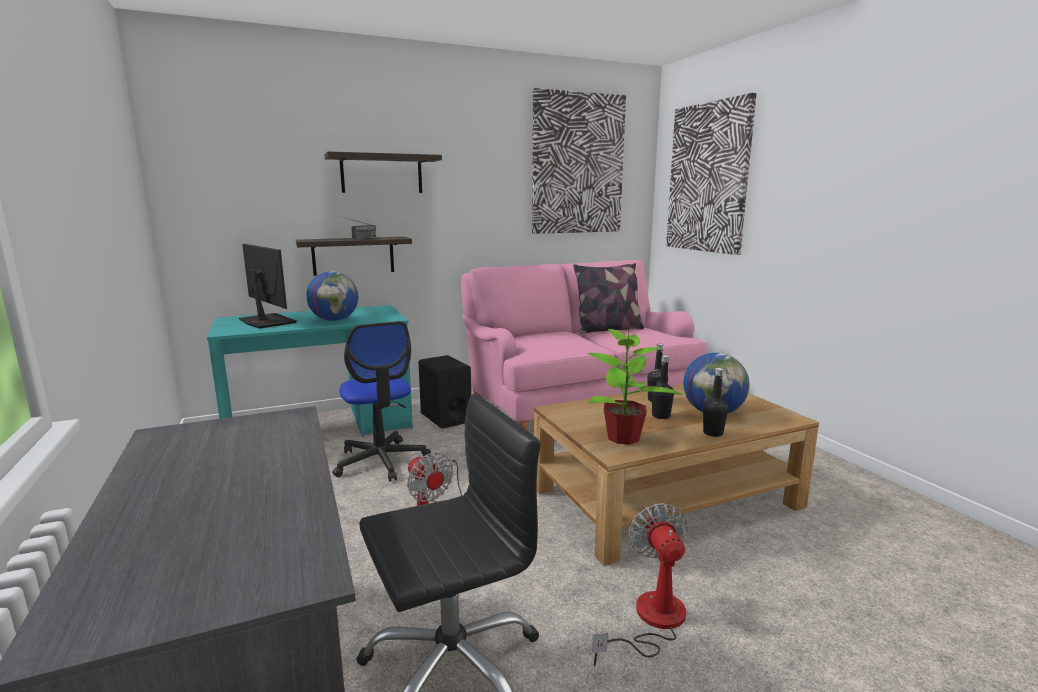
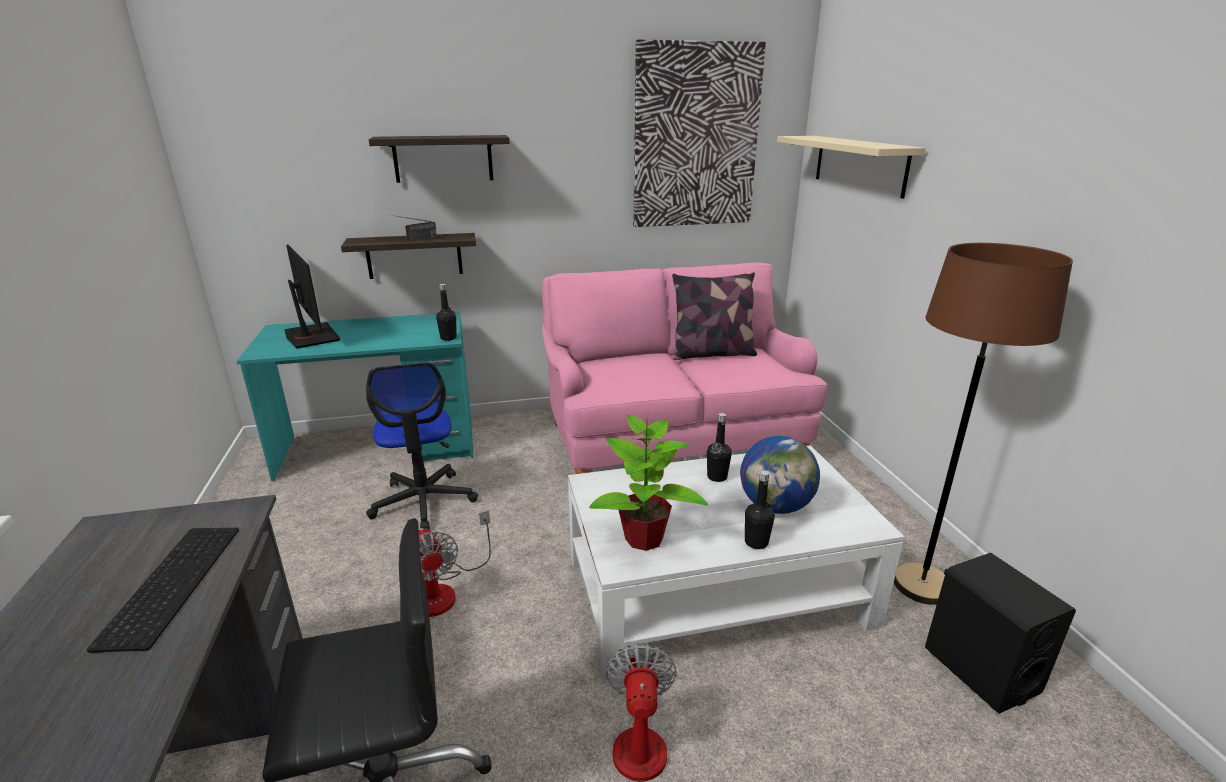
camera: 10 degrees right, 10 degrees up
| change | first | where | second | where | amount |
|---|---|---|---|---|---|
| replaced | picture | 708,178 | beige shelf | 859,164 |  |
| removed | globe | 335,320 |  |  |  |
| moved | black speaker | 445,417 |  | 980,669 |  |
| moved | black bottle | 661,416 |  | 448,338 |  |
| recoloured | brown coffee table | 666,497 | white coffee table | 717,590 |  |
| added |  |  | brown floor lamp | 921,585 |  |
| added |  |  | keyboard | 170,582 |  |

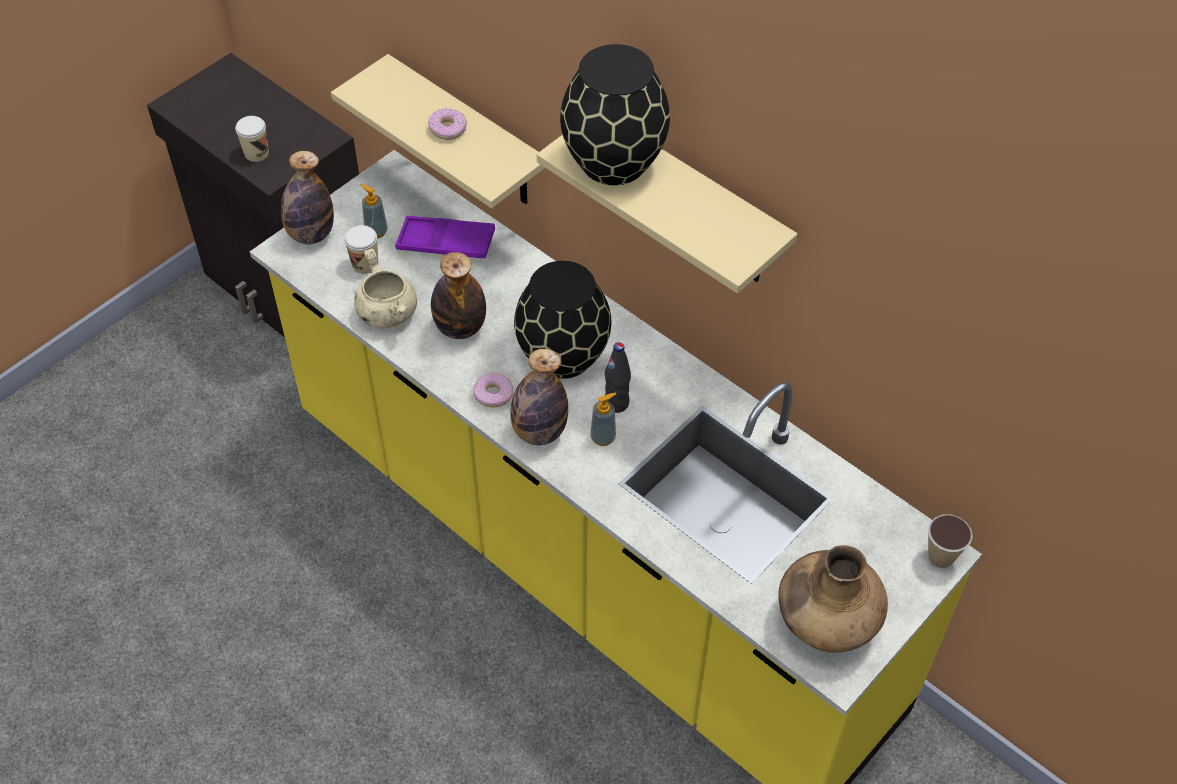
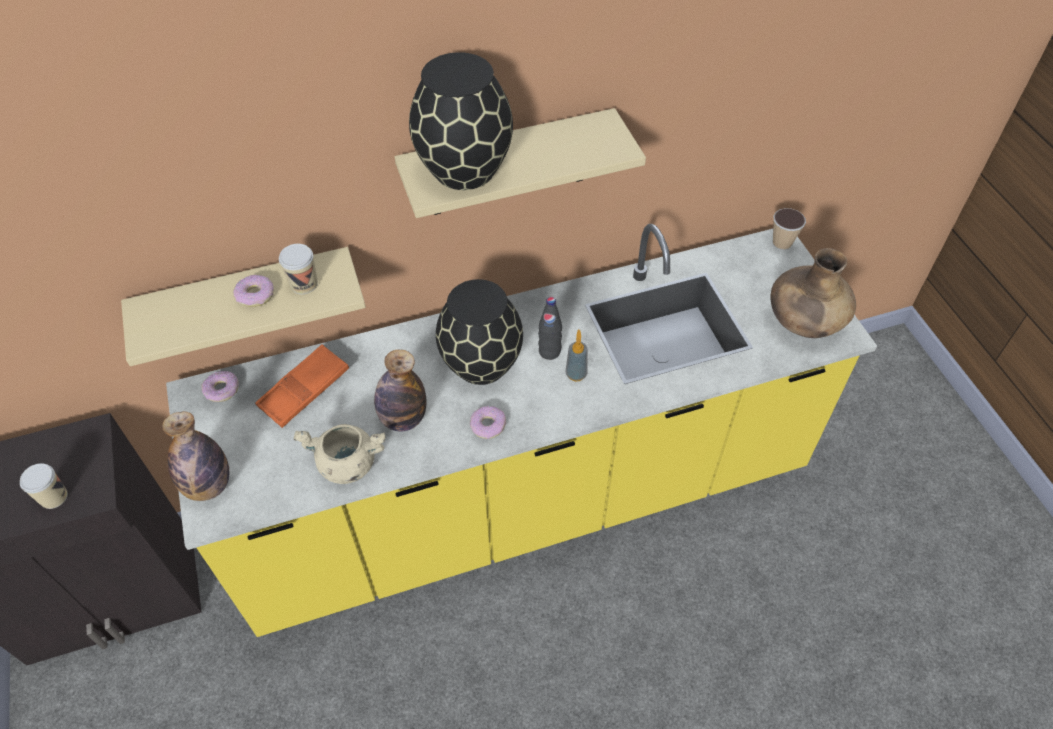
camera: 60 degrees left, 0 degrees up
| change | first | where | second | where | amount |
|---|---|---|---|---|---|
| removed | soap dispenser | 376,231 |  |  |  |
| recoloured | purple tray | 446,242 | orange tray | 304,390 |  |
| moved | cup | 365,264 |  | 304,284 |  |
| removed | bottle | 539,432 |  |  |  |
| added |  |  | donut | 222,390 |  |

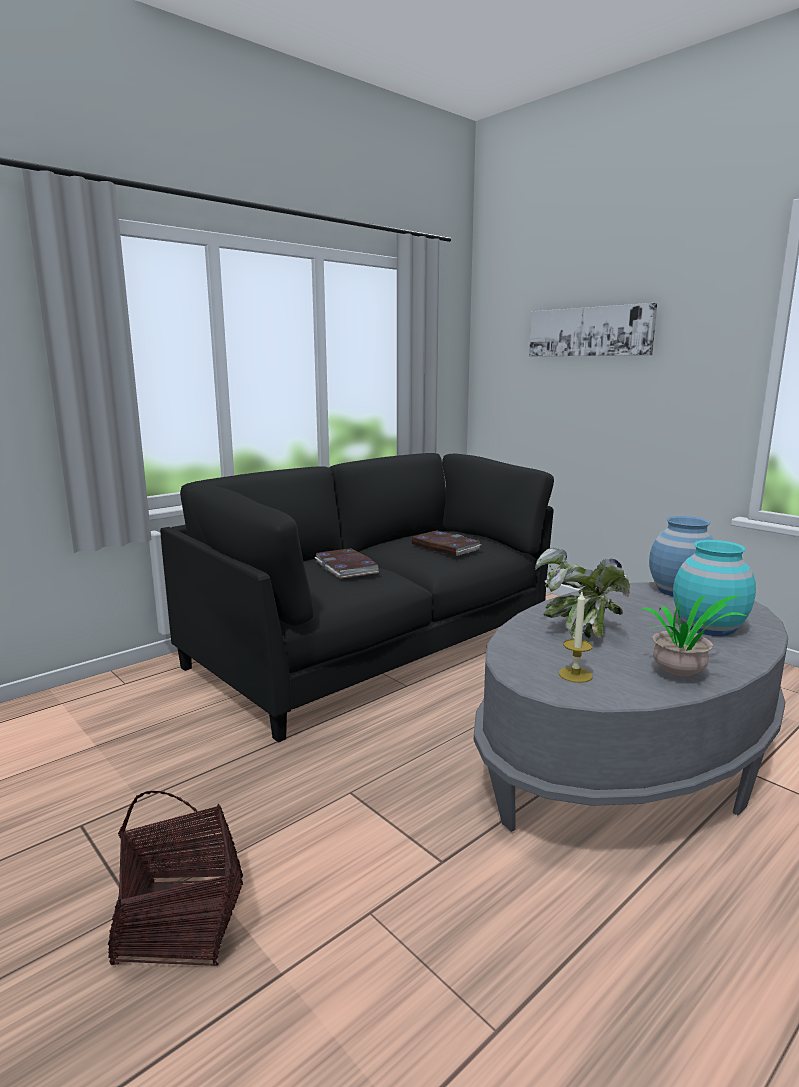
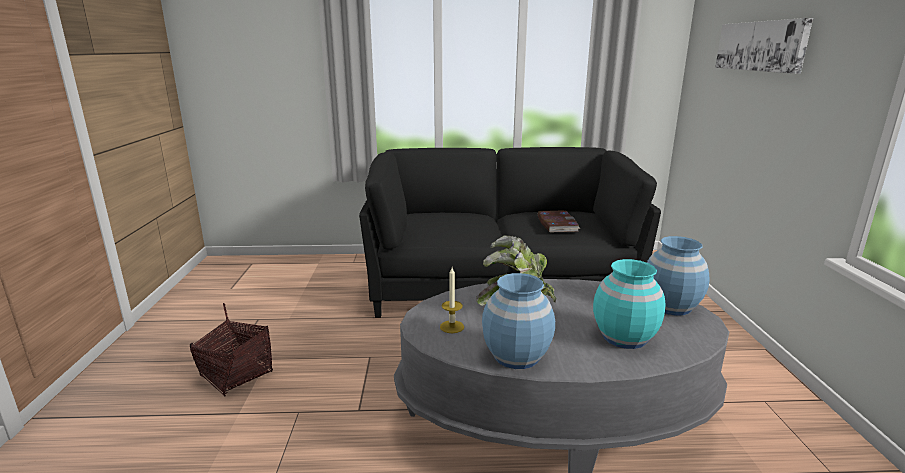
camera: 40 degrees right, 5 degrees up
| change | first | where | second | where | amount |
|---|---|---|---|---|---|
| removed | book | 346,567 |  |  |  |
| replaced | potted plant | 682,676 | blue vase | 516,356 |  |

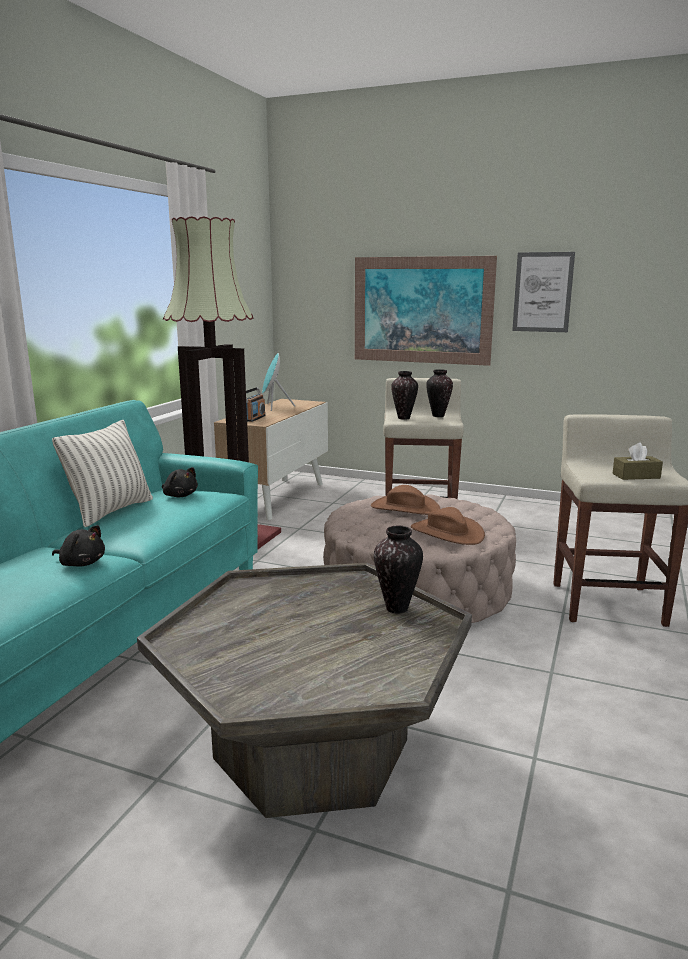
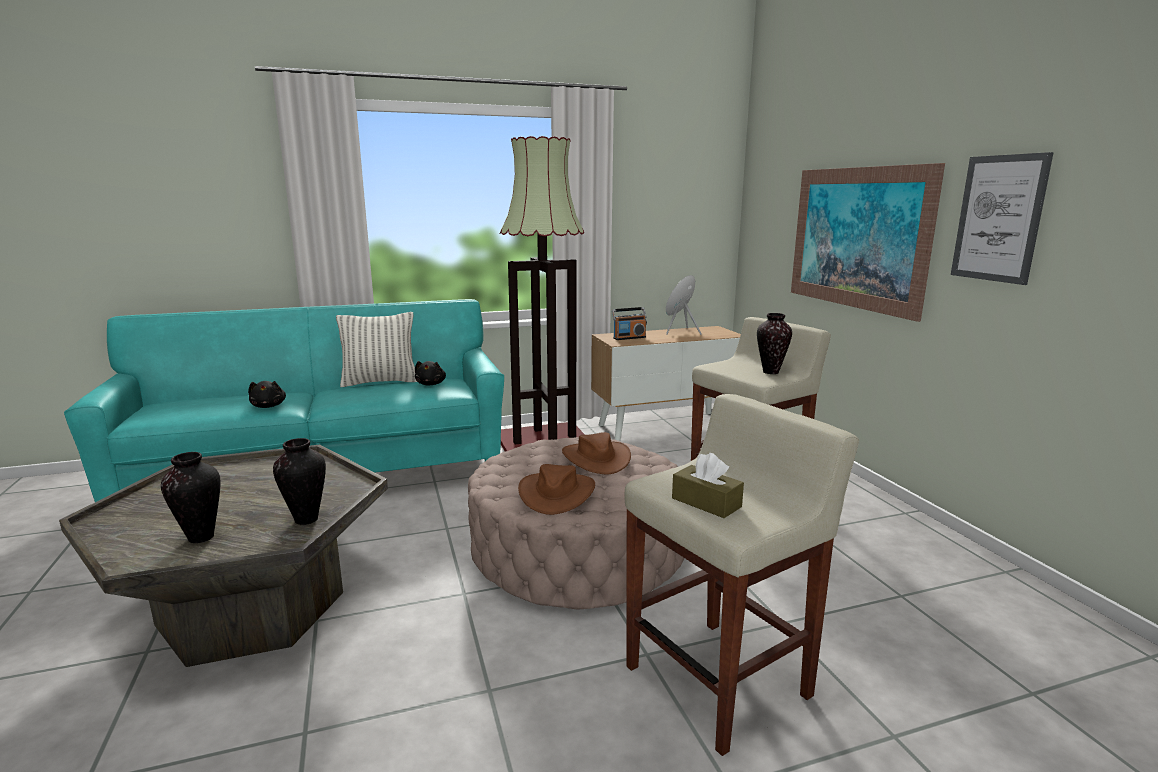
camera: 50 degrees right, 0 degrees up
| change | first | where | second | where | amount |
|---|---|---|---|---|---|
| moved | vase | 404,418 |  | 201,538 |  |

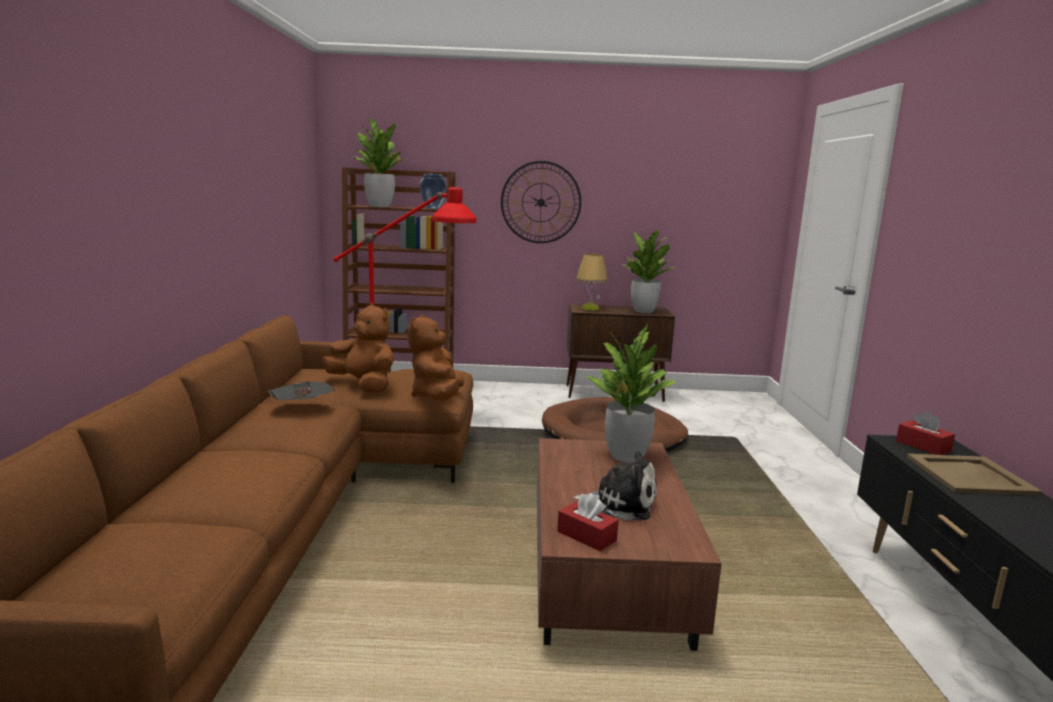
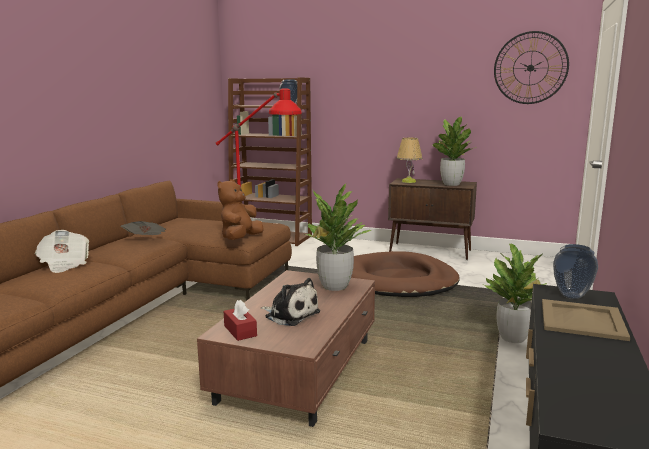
camera: 20 degrees right, 0 degrees up
| change | first | where | second | where | amount |
|---|---|---|---|---|---|
| moved | potted plant | 380,206 |  | 513,338 |  |
| moved | wall clock | 541,202 |  | 530,68 |  |
| removed | brown plush toy | 363,386 |  |  |  |
| replaced | red tissue box | 923,446 | vase | 572,296 |  |
| added |  |  | newspaper | 64,264 |  |

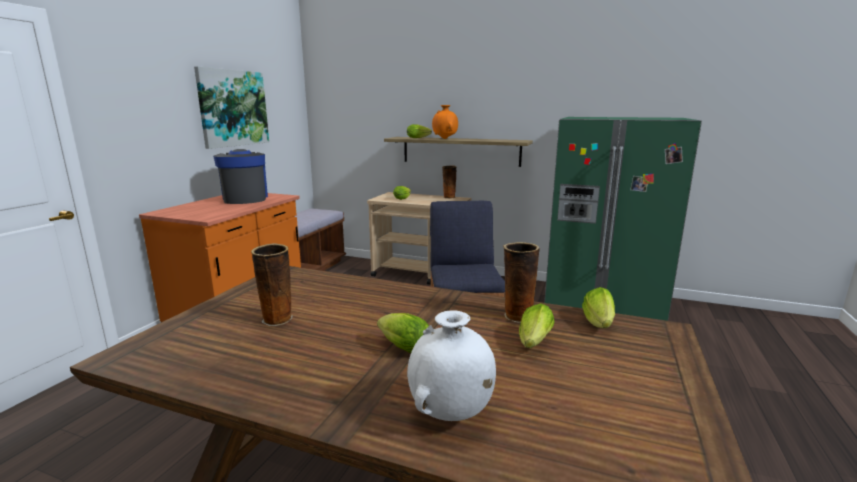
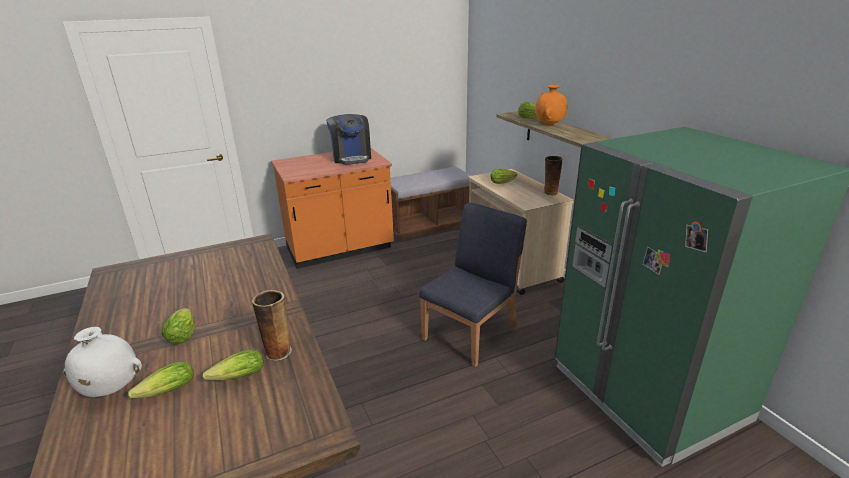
camera: 45 degrees right, 10 degrees up
| change | first | where | second | where | amount |
|---|---|---|---|---|---|
| removed | picture | 233,108 |  |  |  |
| turned | coffee machine | 245,198 |  | 351,158 | 135 degrees clockwise |
| removed | vase | 277,320 |  |  |  |
| moved | lettuce | 598,324 |  | 164,393 |  |

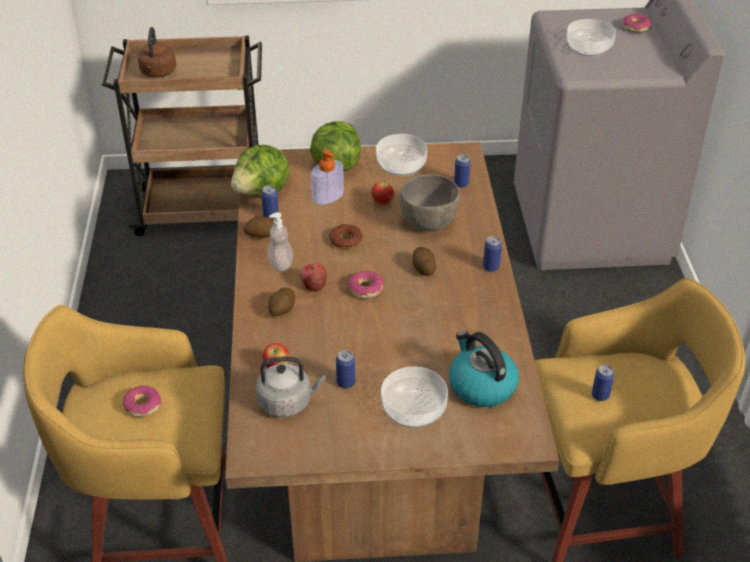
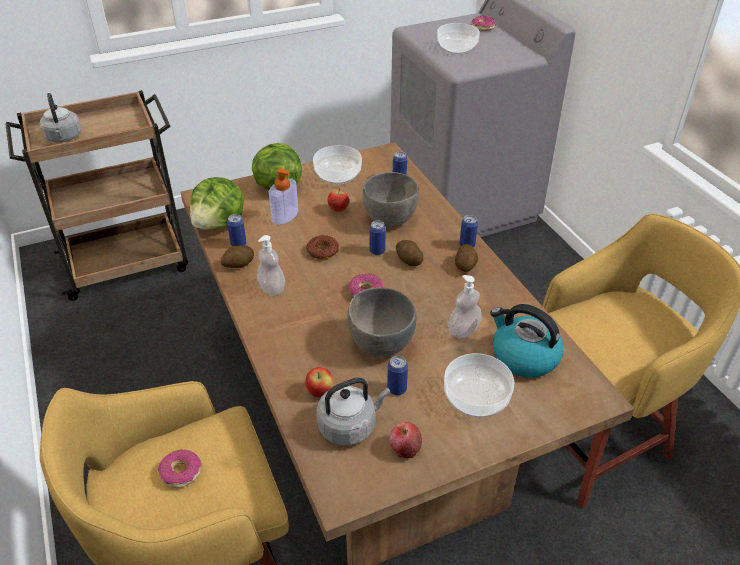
camera: 20 degrees left, 0 degrees up
| change | first | where | second | where | amount |
|---|---|---|---|---|---|
| recoloured | brown kettle | 158,73 | grey kettle | 64,138 |  |
| moved | apple | 313,285 |  | 405,448 |  |
| moved | potato | 282,310 |  | 465,266 |  |
| moved | can | 600,395 |  | 377,251 |  |
| added |  |  | soap dispenser | 463,330 |  |
| added |  |  | grey bowl | 381,343 |  |

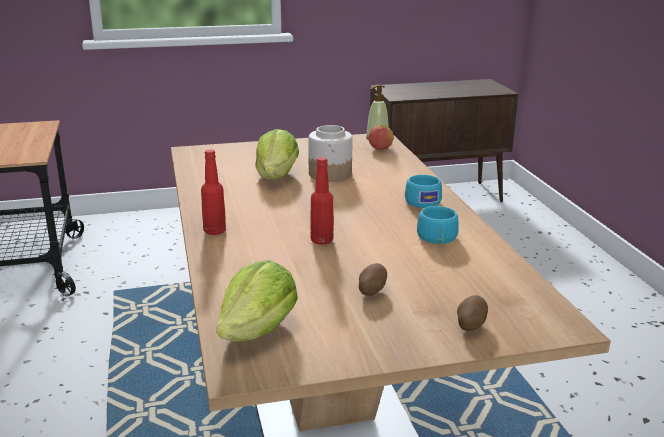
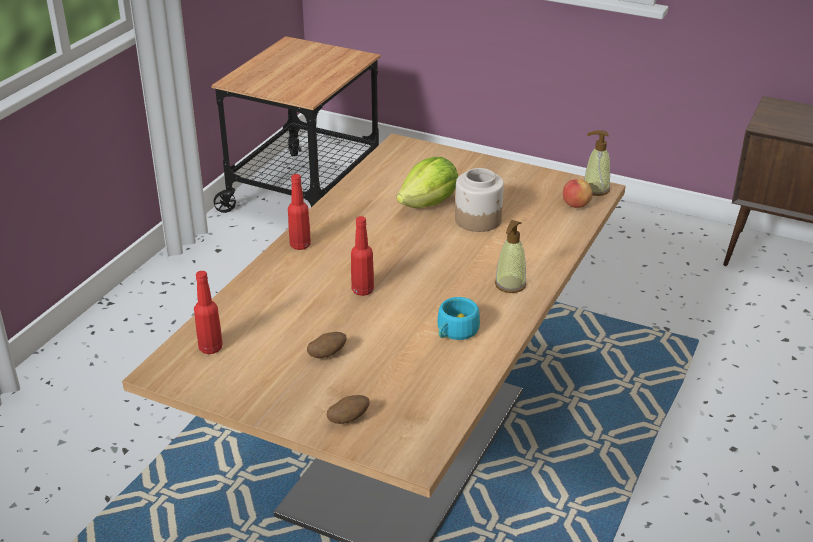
camera: 40 degrees right, 10 degrees up
| change | first | where | second | where | amount |
|---|---|---|---|---|---|
| replaced | turquoise cup | 421,200 | soap dispenser | 510,285 |  |
| replaced | lettuce | 259,331 | red bottle | 210,348 |  |

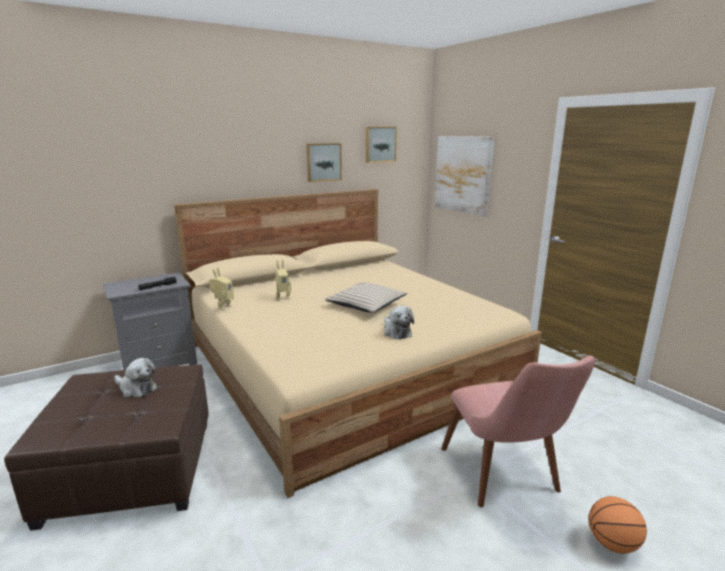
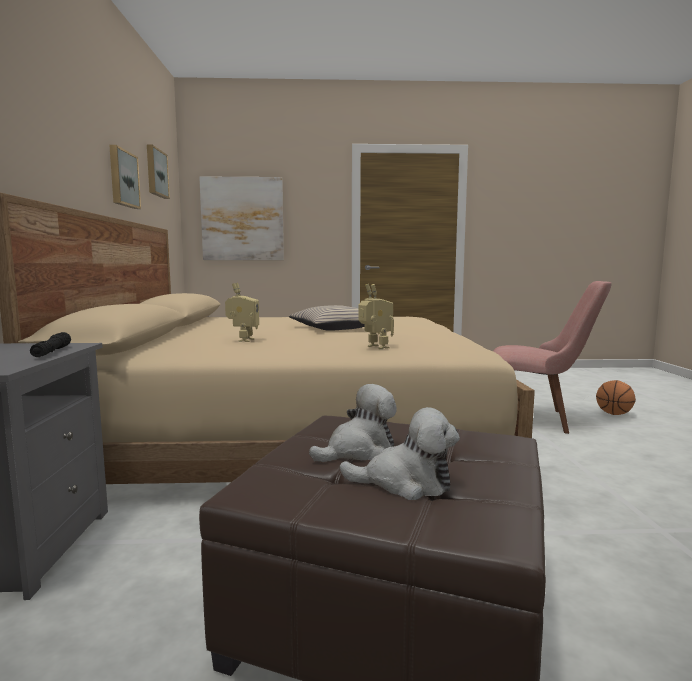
camera: 60 degrees left, 10 degrees down
| change | first | where | second | where | amount |
|---|---|---|---|---|---|
| moved | toy robot | 223,307 |  | 375,347 |  |
| moved | plush toy | 396,332 |  | 405,483 |  |

